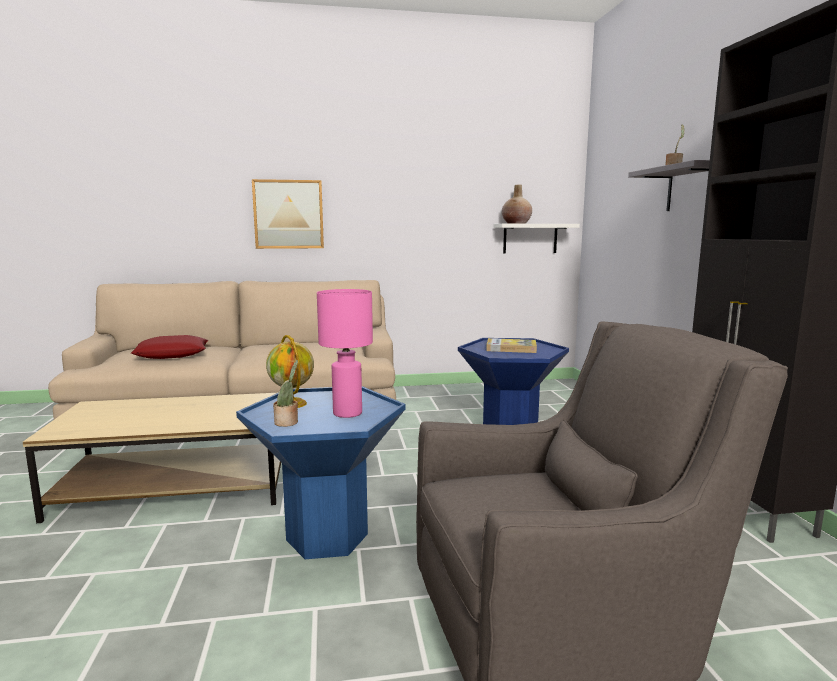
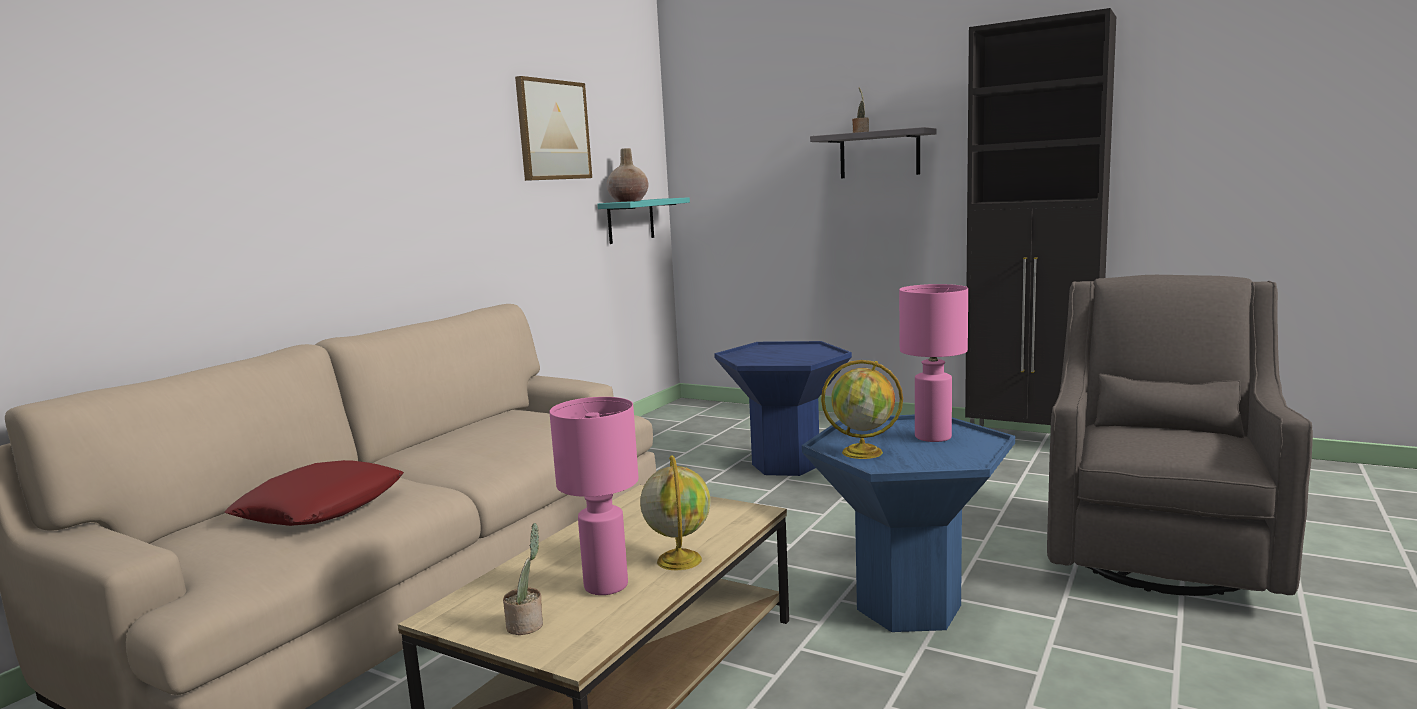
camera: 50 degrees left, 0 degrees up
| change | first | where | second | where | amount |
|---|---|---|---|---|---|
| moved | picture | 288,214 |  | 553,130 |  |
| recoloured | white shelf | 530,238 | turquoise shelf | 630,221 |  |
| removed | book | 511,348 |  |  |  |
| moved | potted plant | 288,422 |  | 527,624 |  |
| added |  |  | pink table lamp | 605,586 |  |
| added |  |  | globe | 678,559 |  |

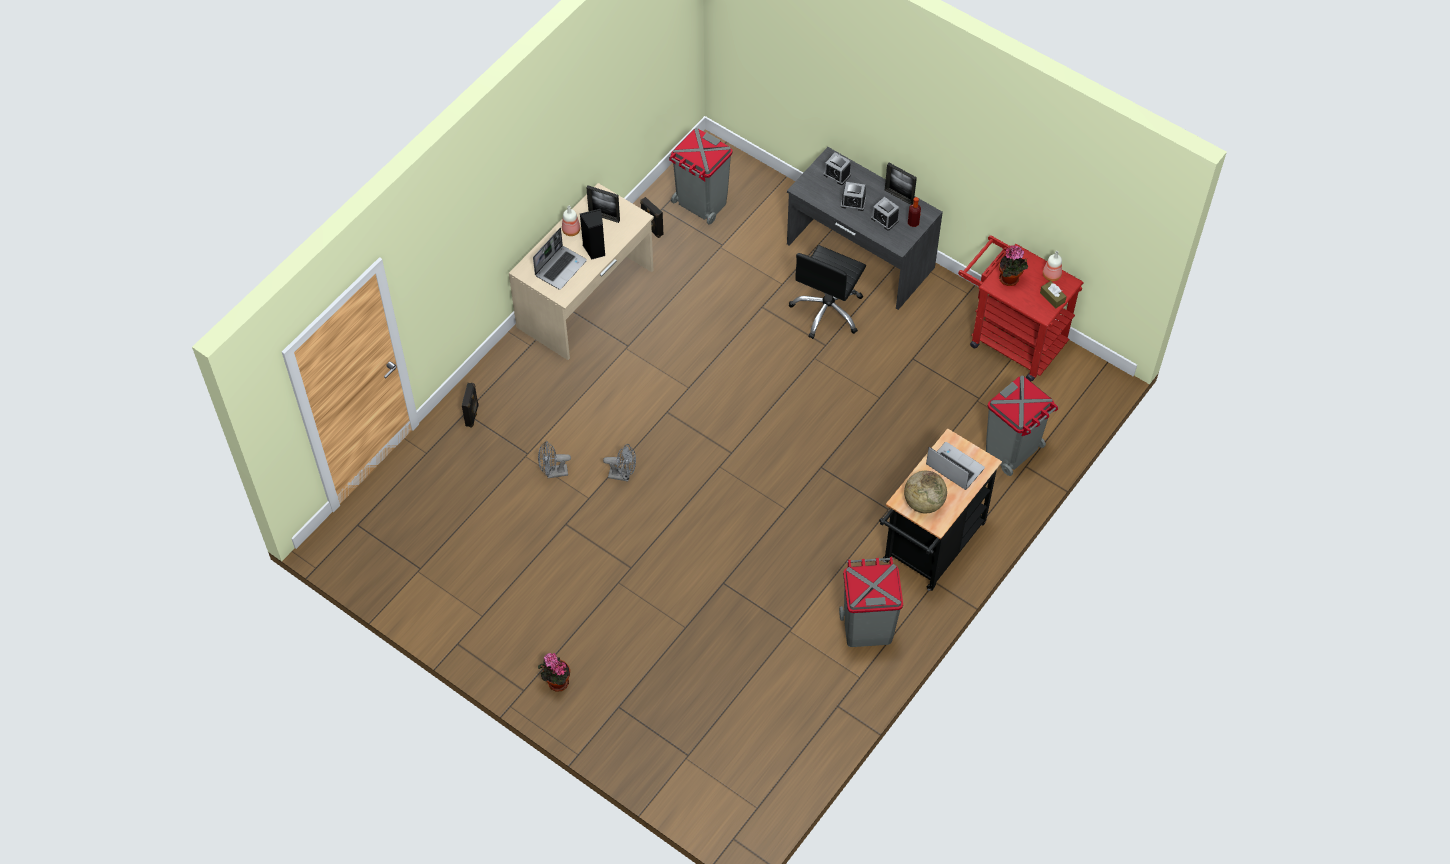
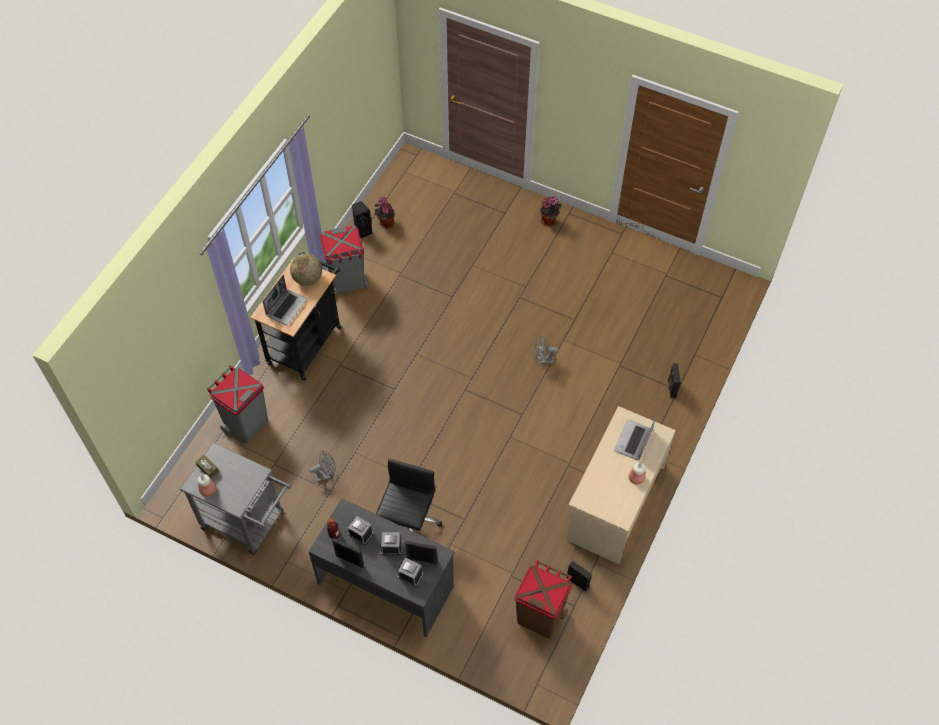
camera: 170 degrees right, 0 degrees up
| change | first | where | second | where | amount |
|---|---|---|---|---|---|
| recoloured | grey trash can | 701,204 | brown trash can | 539,617 |  |
| moved | picture frame | 604,217 |  | 422,560 |  |
| moved | black speaker | 595,250 |  | 362,231 |  |
| recoloured | red cart | 1010,339 | grey cart | 248,522 |  |
| moved | potted plant | 1010,279 |  | 385,223 |  |
| moved | grey fan | 553,473 |  | 326,475 |  |
| turned | laptop | 954,467 |  | 286,307 | 90 degrees counterclockwise |

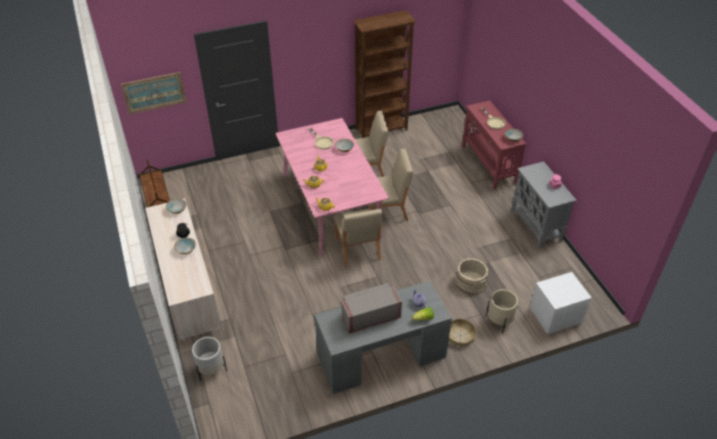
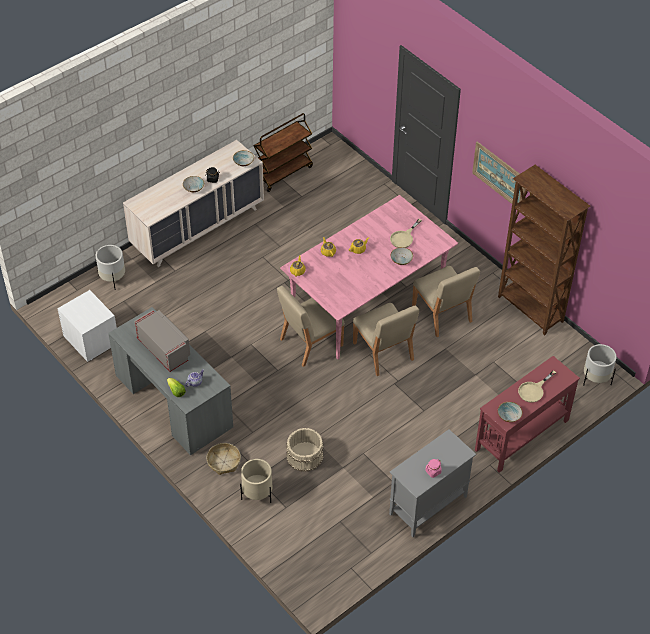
camera: 70 degrees right, 5 degrees up
| change | first | where | second | where | amount |
|---|---|---|---|---|---|
| moved | picture | 154,92 |  | 499,175 |  |
| moved | white nightstand | 555,316 |  | 90,339 |  |
| added |  |  | white planter | 596,378 |  |

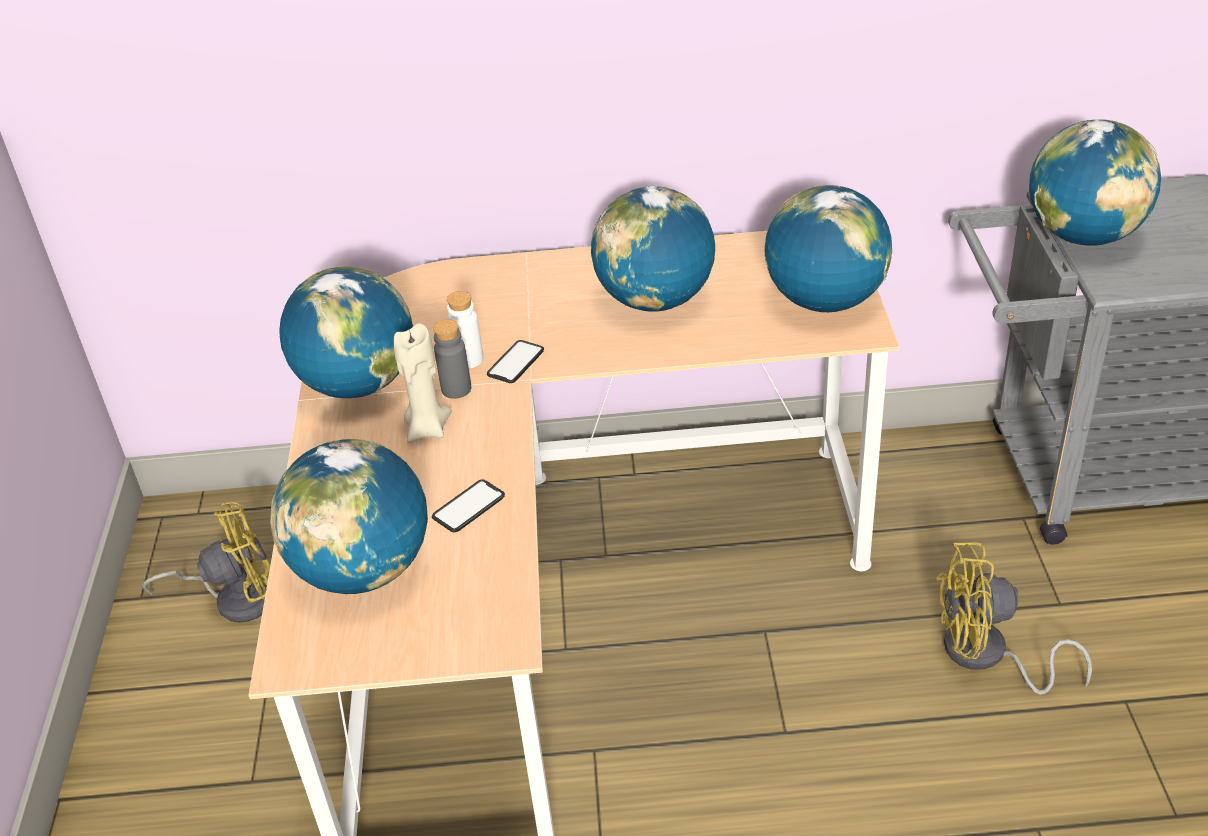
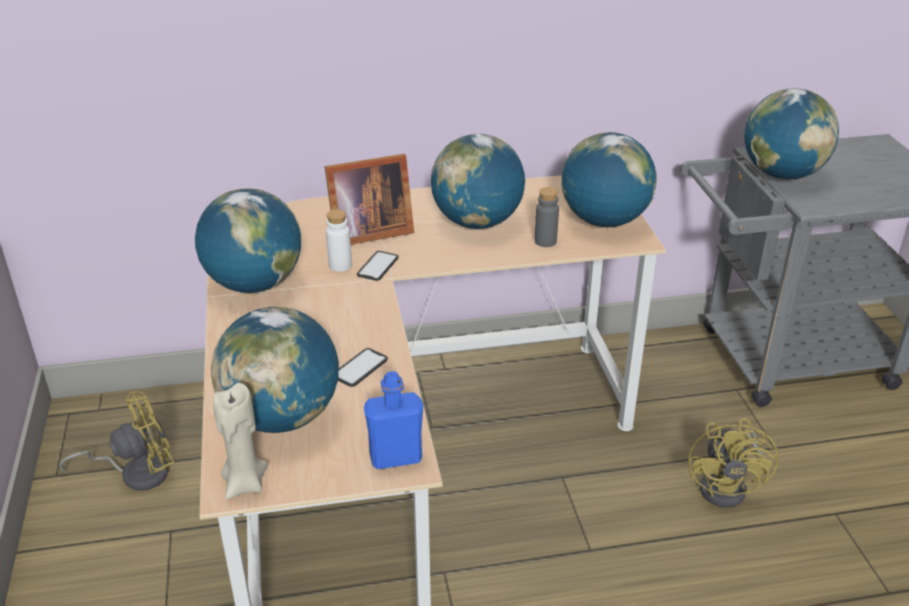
camera: 10 degrees left, 5 degrees down
| change | first | where | second | where | amount |
|---|---|---|---|---|---|
| moved | grey bottle | 456,389 |  | 545,241 |  |
| moved | beige candle | 427,429 |  | 244,483 |  |
| turned | yellow fan | 986,656 |  | 729,487 | 75 degrees counterclockwise |
| added |  |  | picture frame | 367,232 |  |
| added |  |  | blue bottle | 395,457 |  |

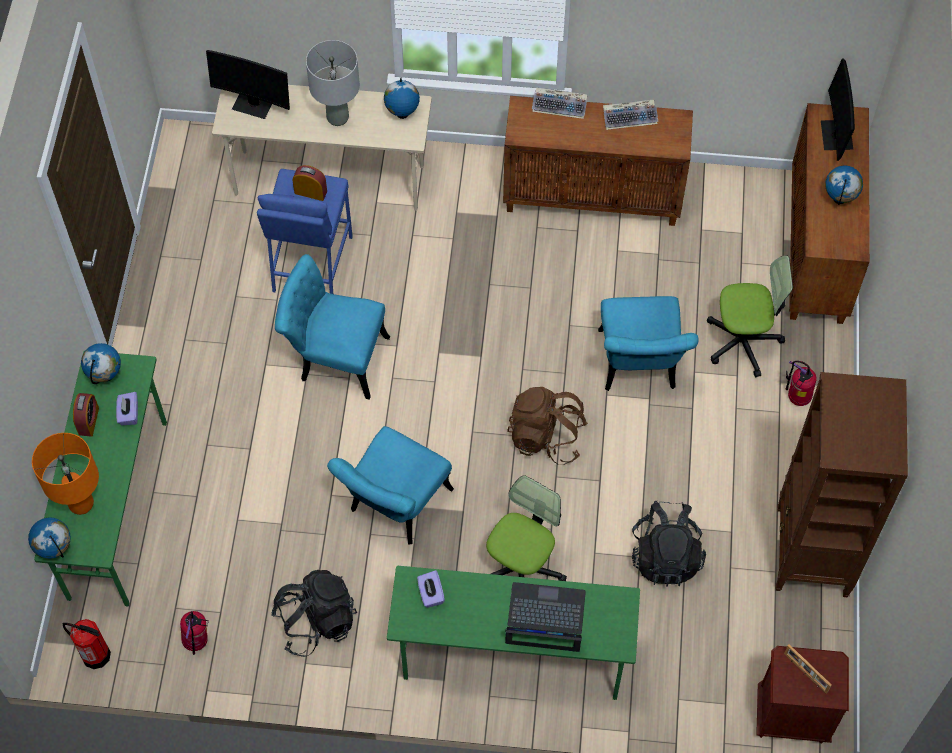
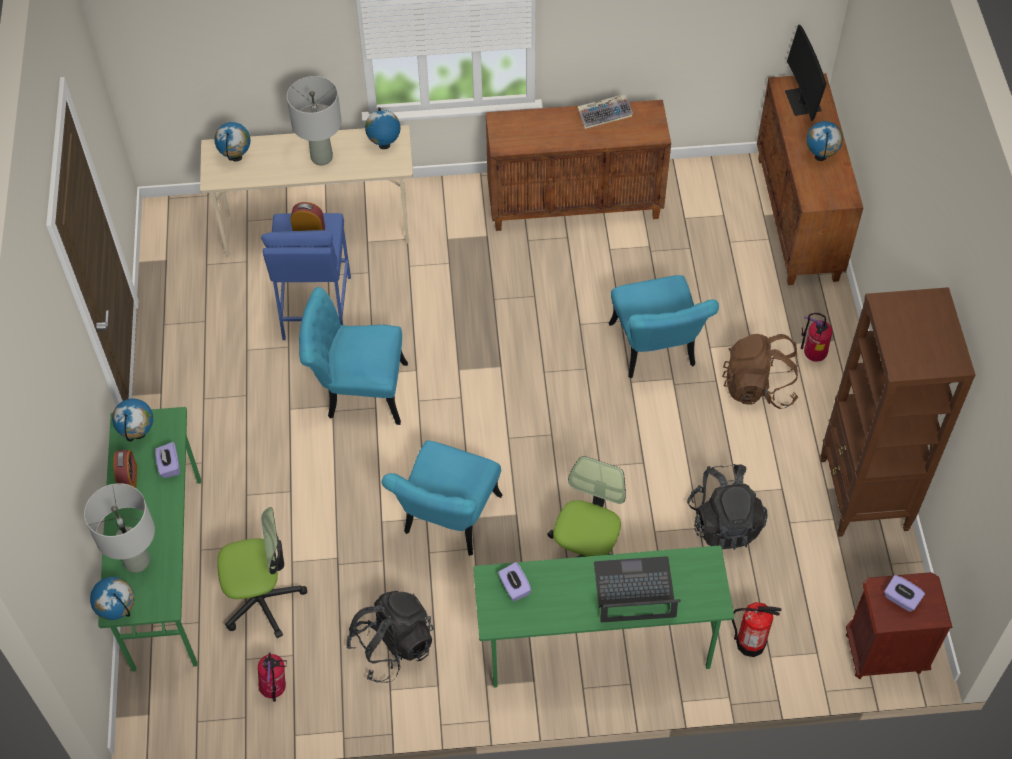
camera: 10 degrees left, 5 degrees down
| change | first | where | second | where | amount |
|---|---|---|---|---|---|
| replaced | monitor | 254,104 | globe | 236,157 |  |
| removed | keyboard | 560,106 |  |  |  |
| moved | office chair | 743,341 |  | 262,599 |  |
| moved | brown backpack | 546,437 |  | 758,387 |  |
| recoloured | orange table lamp | 81,504 | grey table lamp | 137,562 |  |
| moved | fire extinguisher | 95,655 |  | 750,643 |  |
| replaced | picture frame | 805,673 | purple tissue box | 901,599 |  |

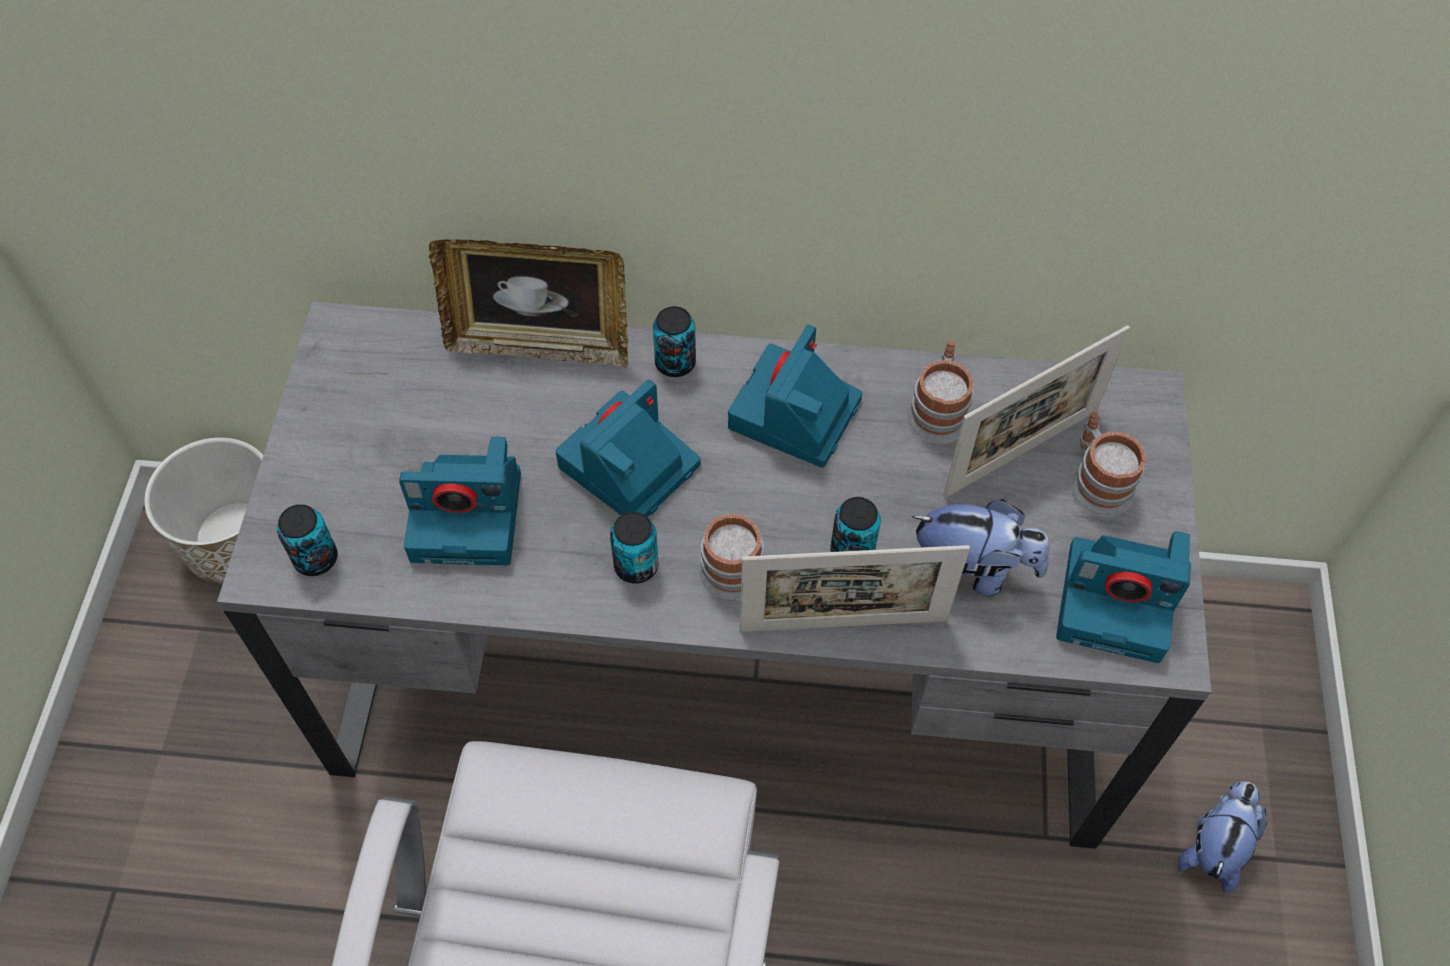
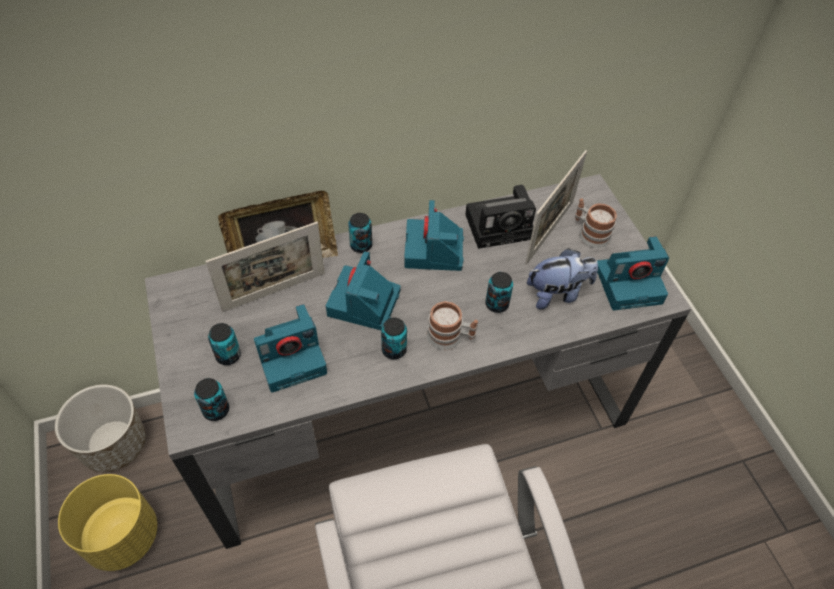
camera: 25 degrees left, 5 degrees down
| change | first | where | second | where | amount |
|---|---|---|---|---|---|
| replaced | mug | 938,410 | photo camera | 501,225 |  |
| moved | picture frame | 843,625 |  | 274,292 |  |
| removed | plush toy | 1214,846 |  |  |  |
| added |  |  | can | 228,355 |  |
| added |  |  | yellow planter | 122,535 |  |

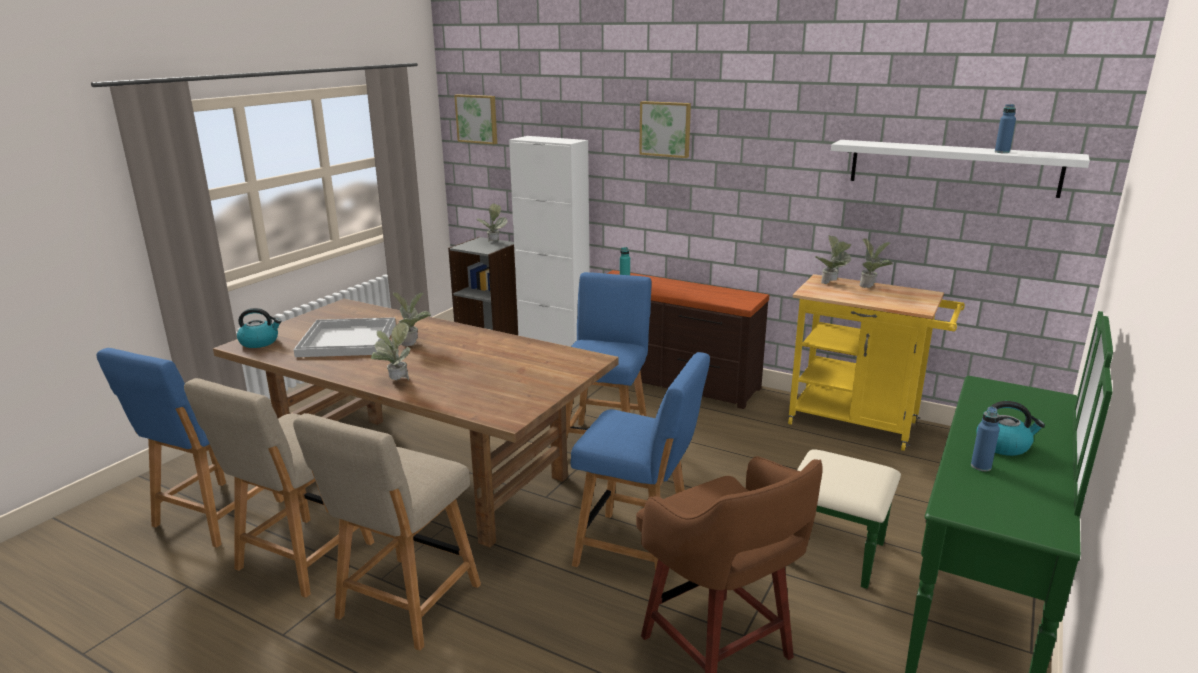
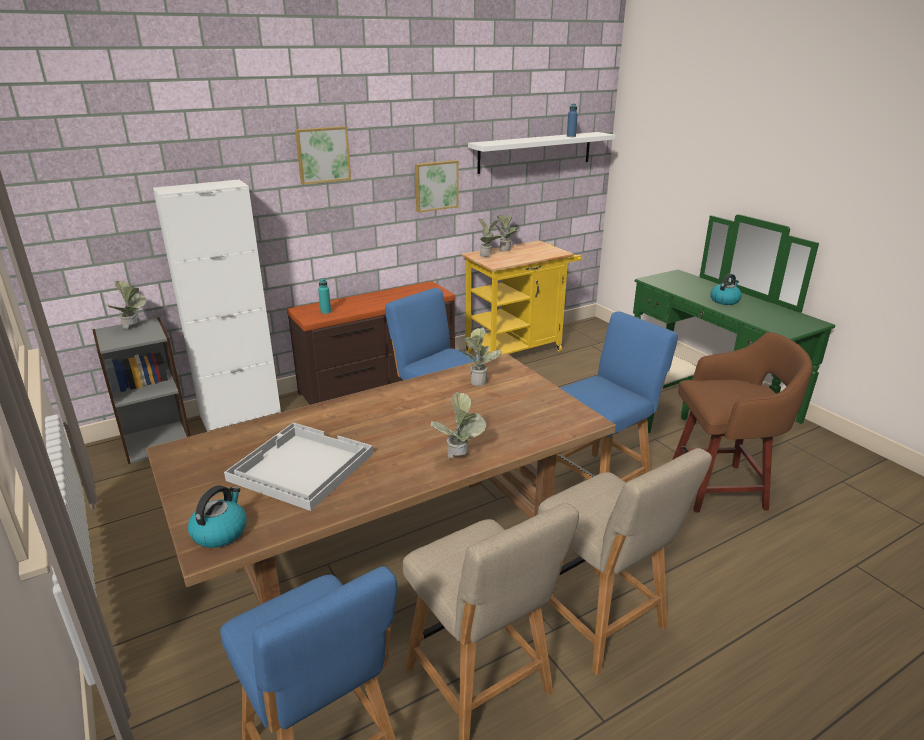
camera: 60 degrees left, 5 degrees up
| change | first | where | second | where | amount |
|---|---|---|---|---|---|
| moved | picture | 477,119 |  | 435,185 |  |
| moved | potted plant | 414,343 |  | 478,380 |  |
| removed | blue bottle | 980,466 |  |  |  |

